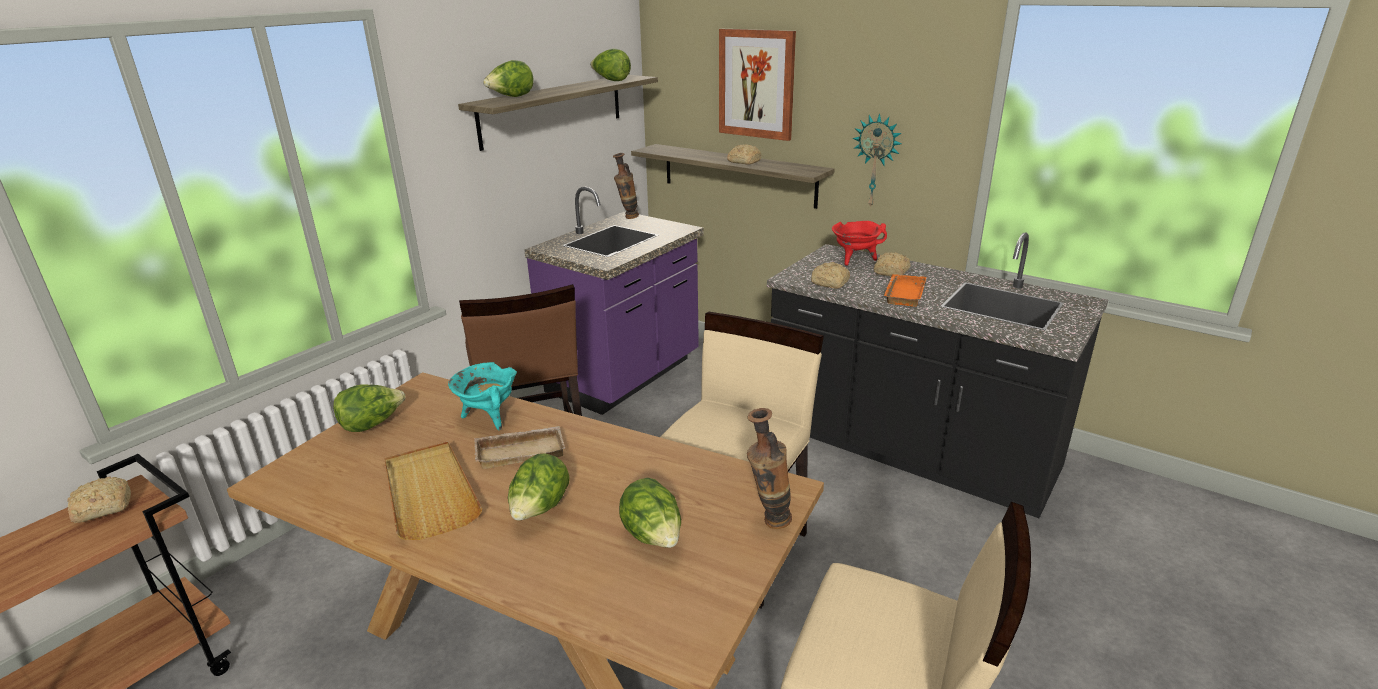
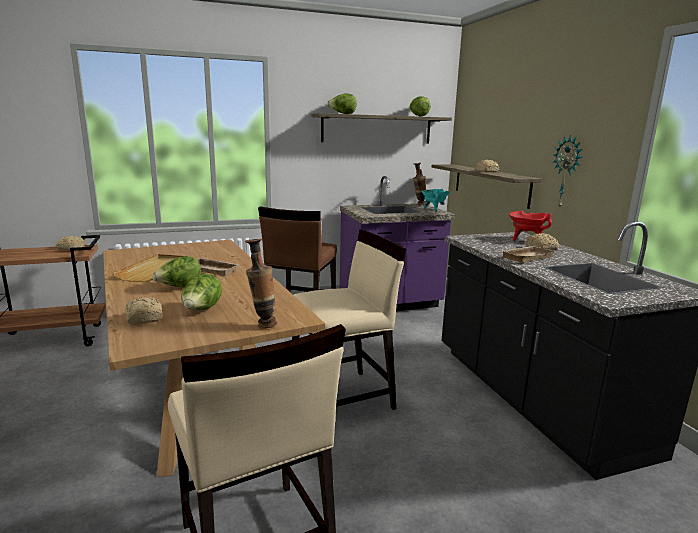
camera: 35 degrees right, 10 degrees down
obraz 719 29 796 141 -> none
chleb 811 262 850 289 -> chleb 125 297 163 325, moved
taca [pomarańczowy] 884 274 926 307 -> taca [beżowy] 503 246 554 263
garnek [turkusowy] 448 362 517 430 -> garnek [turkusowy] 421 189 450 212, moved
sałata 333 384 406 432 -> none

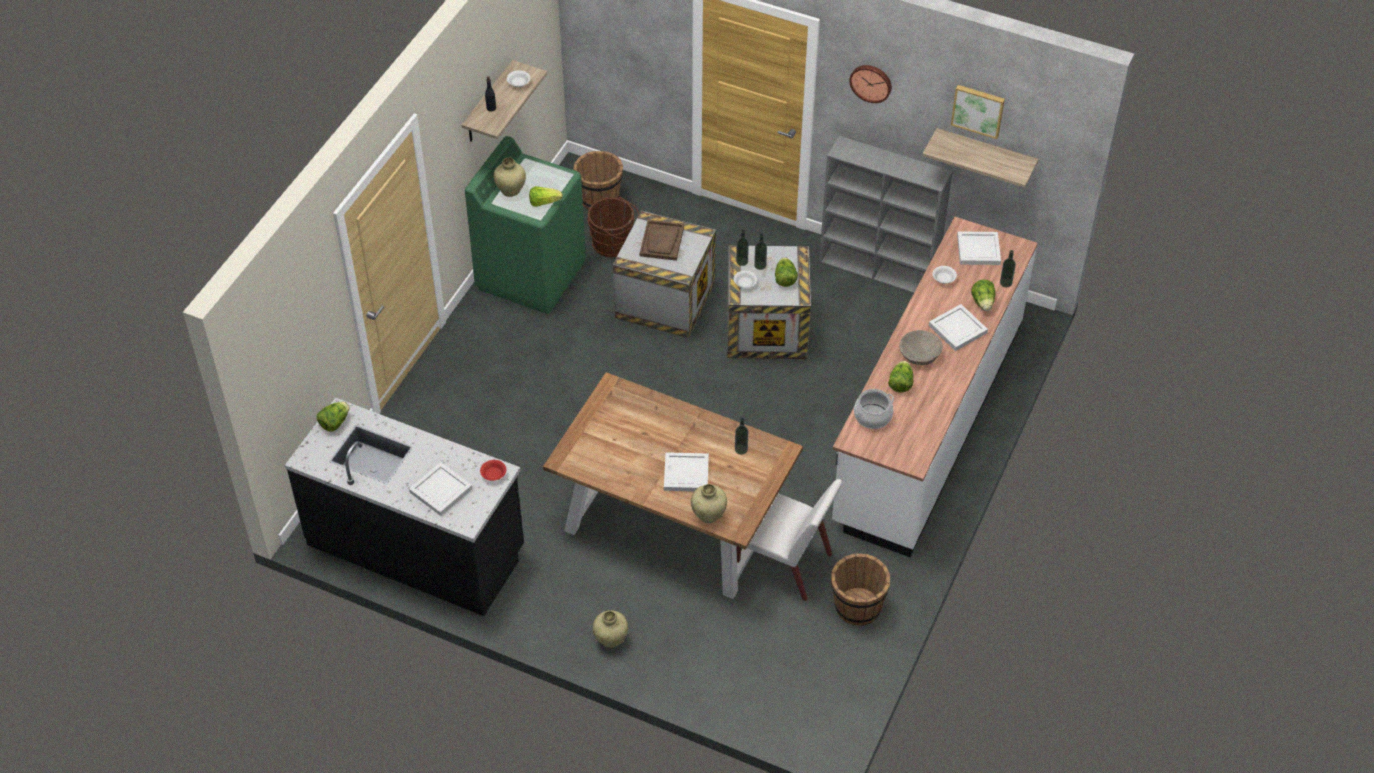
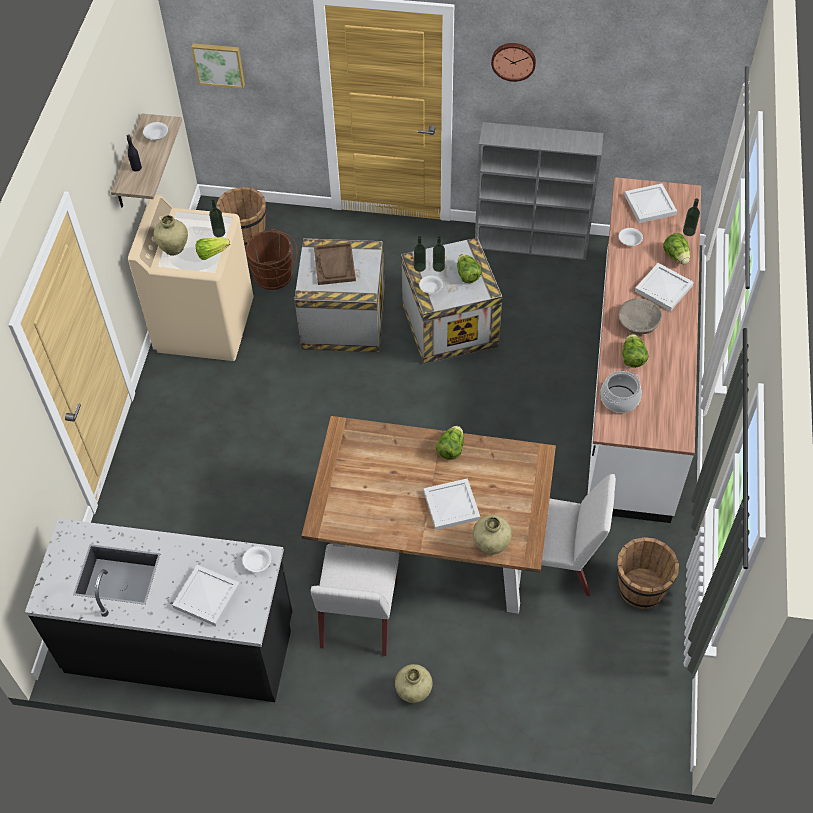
camera: 15 degrees left, 5 degrees up
obraz 951 85 1005 139 -> obraz 191 43 245 88, moved
półka 922 128 1039 188 -> none
pralka [zielony] 465 136 586 314 -> pralka [beżowy] 128 194 253 361
sałata 317 402 350 431 -> sałata 436 426 464 460, moved
butelka 735 418 749 455 -> butelka 209 200 225 237, moved
miska [czerwony] 480 460 506 481 -> miska [biały] 242 546 271 572
none -> krzesło [biały] 311 543 399 656

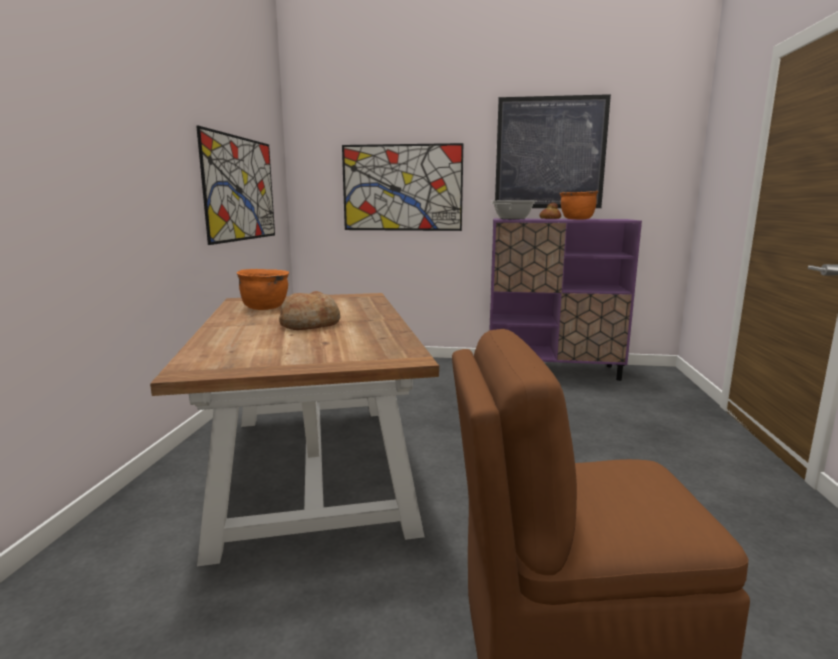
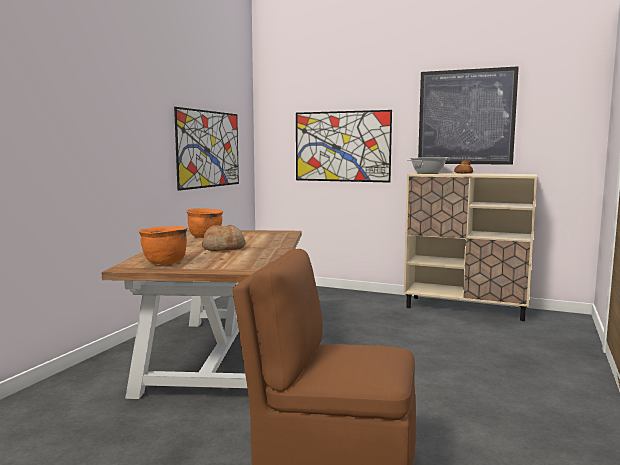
camera: 15 degrees right, 5 degrees down
garnek [pomarańczowy] 560 191 598 219 -> garnek [pomarańczowy] 139 226 187 264, moved
szafka [fioletowy] 489 218 642 381 -> szafka [beżowy] 404 172 537 321

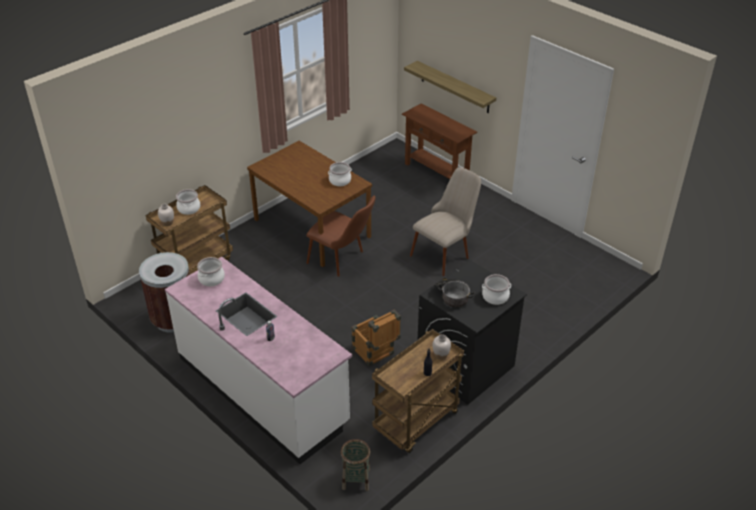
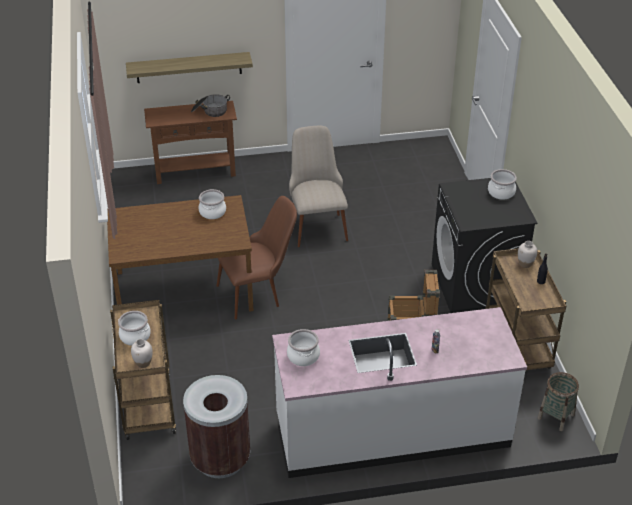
camera: 55 degrees left, 0 degrees up
garnek 434 277 475 307 -> garnek 191 94 230 117, moved

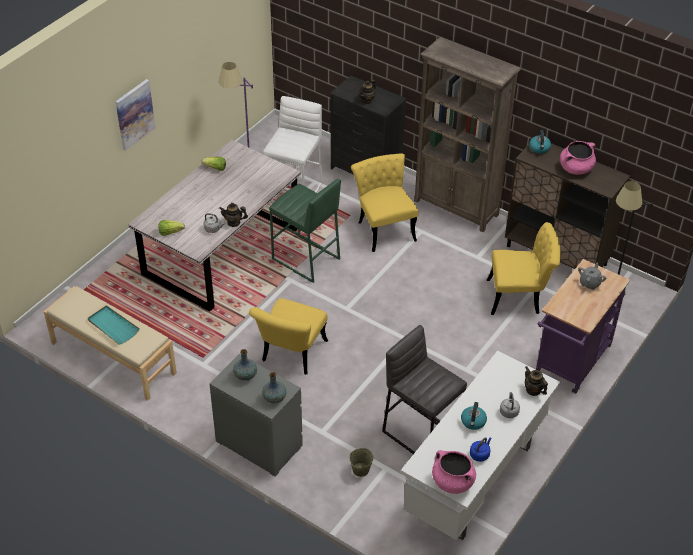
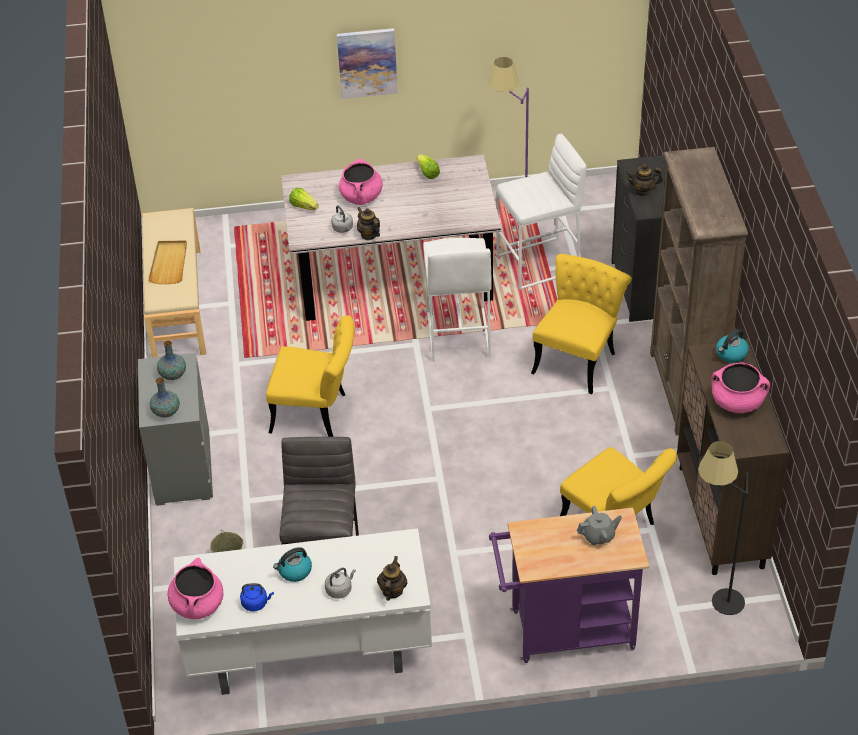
camera: 50 degrees right, 0 degrees up
stołek [zielony] 269 179 341 283 -> stołek [biały] 423 238 492 362
krzesło [żółty] 249 298 328 375 -> krzesło [żółty] 266 315 354 437, 150 degrees counterclockwise
taca [turkusowy] 88 305 140 345 -> taca [beżowy] 148 241 187 284
none -> garnek [różowy] 339 159 383 205

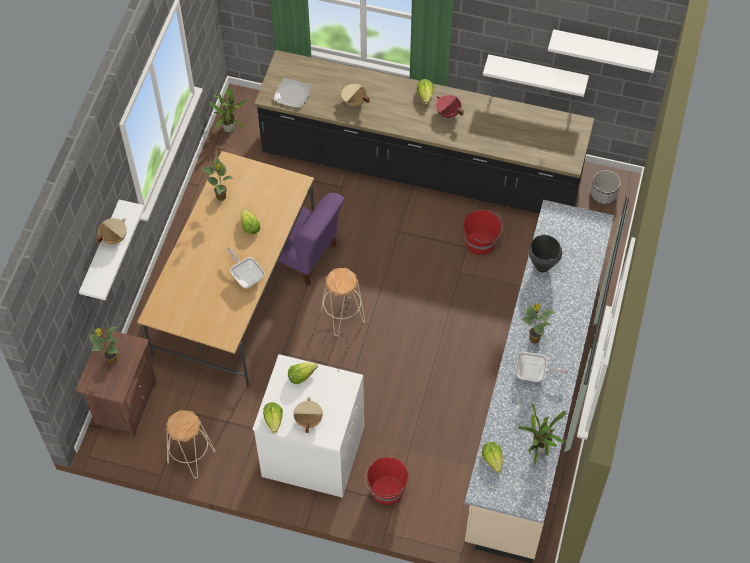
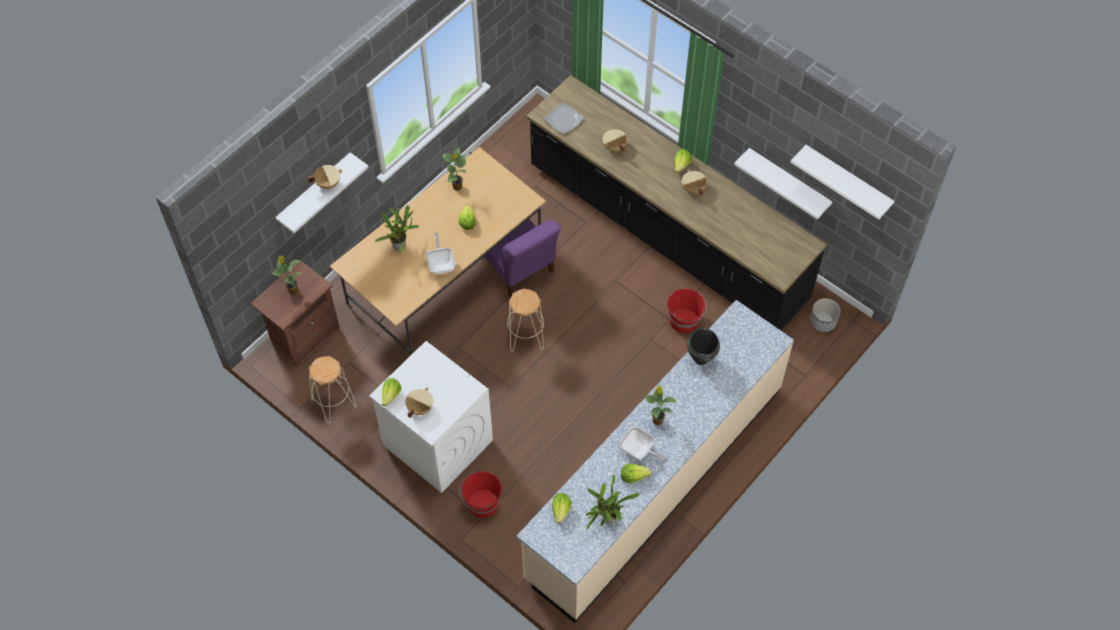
camera: 25 degrees right, 0 degrees up
roślina doniczkowa 209 87 247 132 -> roślina doniczkowa 375 205 419 252, moved
garnek [czerwony] 436 95 464 118 -> garnek [beżowy] 682 169 707 195
sałata 288 362 318 384 -> sałata 621 464 652 483, moved

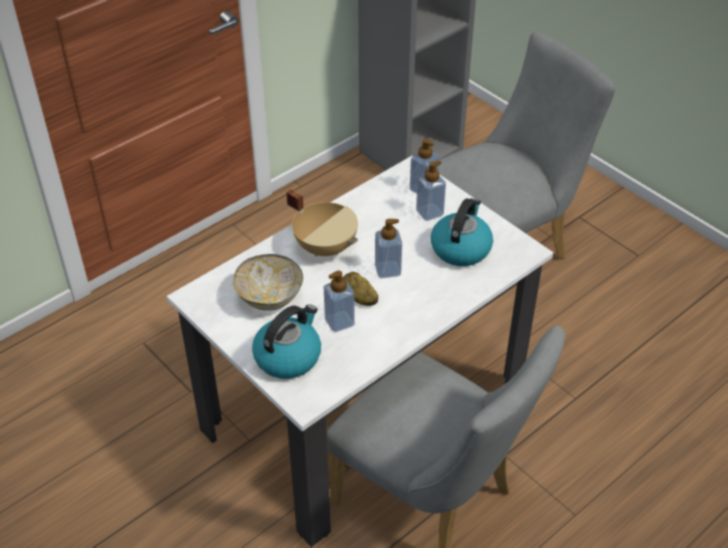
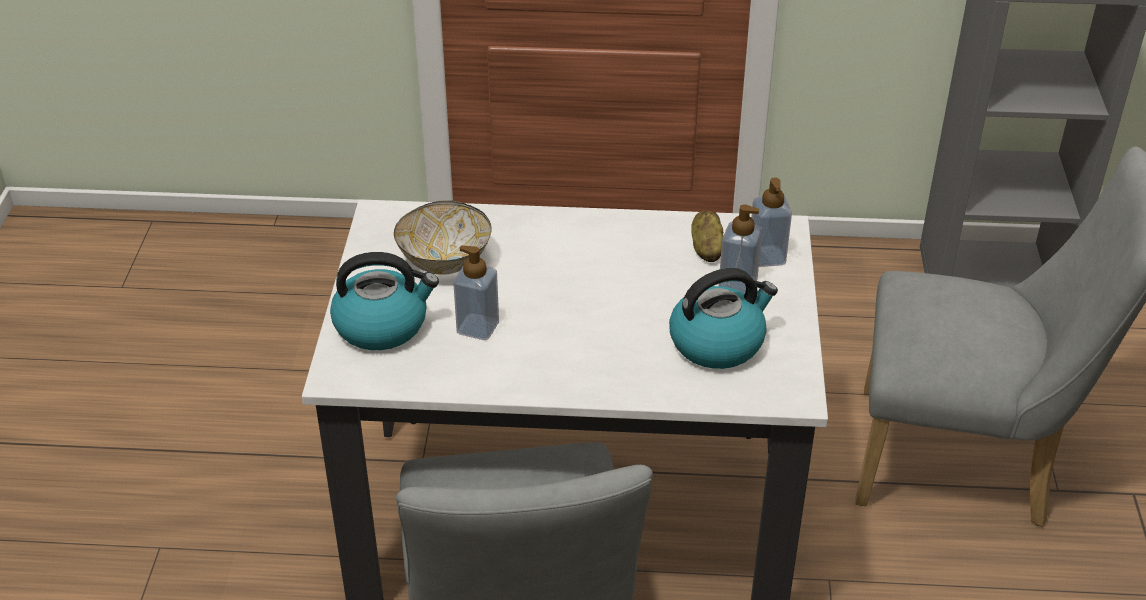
camera: 45 degrees right, 5 degrees down
garnek [beżowy] 287 190 358 256 -> none
dozownik mydła 375 219 402 278 -> none
ziemniak 343 272 378 306 -> ziemniak 691 211 723 262, moved

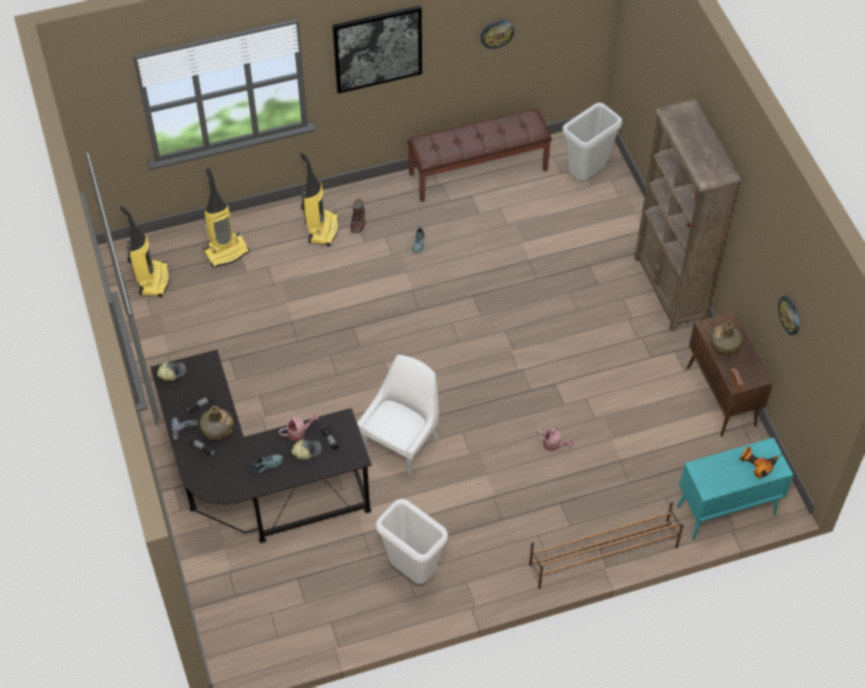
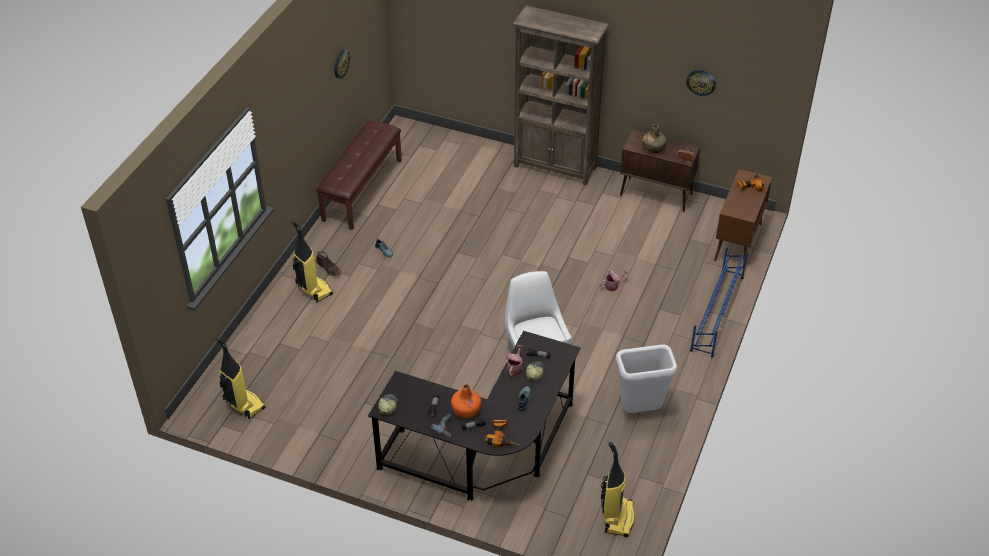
camera: 50 degrees left, 10 degrees down
obraz 332 5 422 94 -> none
kosz na śmieci [szary] 562 103 623 181 -> none
odkurzacz 203 167 250 267 -> odkurzacz 601 442 635 537, moved
butelka [zielony] 200 406 233 441 -> butelka [pomarańczowy] 451 384 481 418
szafka [turkusowy] 677 437 793 540 -> szafka [brązowy] 714 169 772 266
regał na buty [brązowy] 529 502 684 589 -> regał na buty [niebieski] 690 248 748 358
none -> wiertarka 485 420 520 447

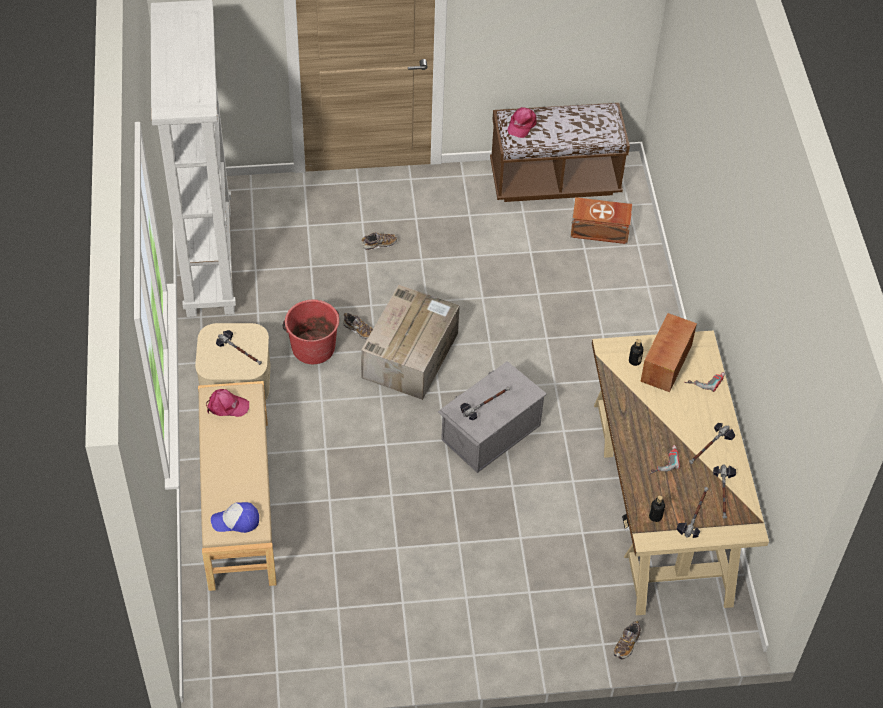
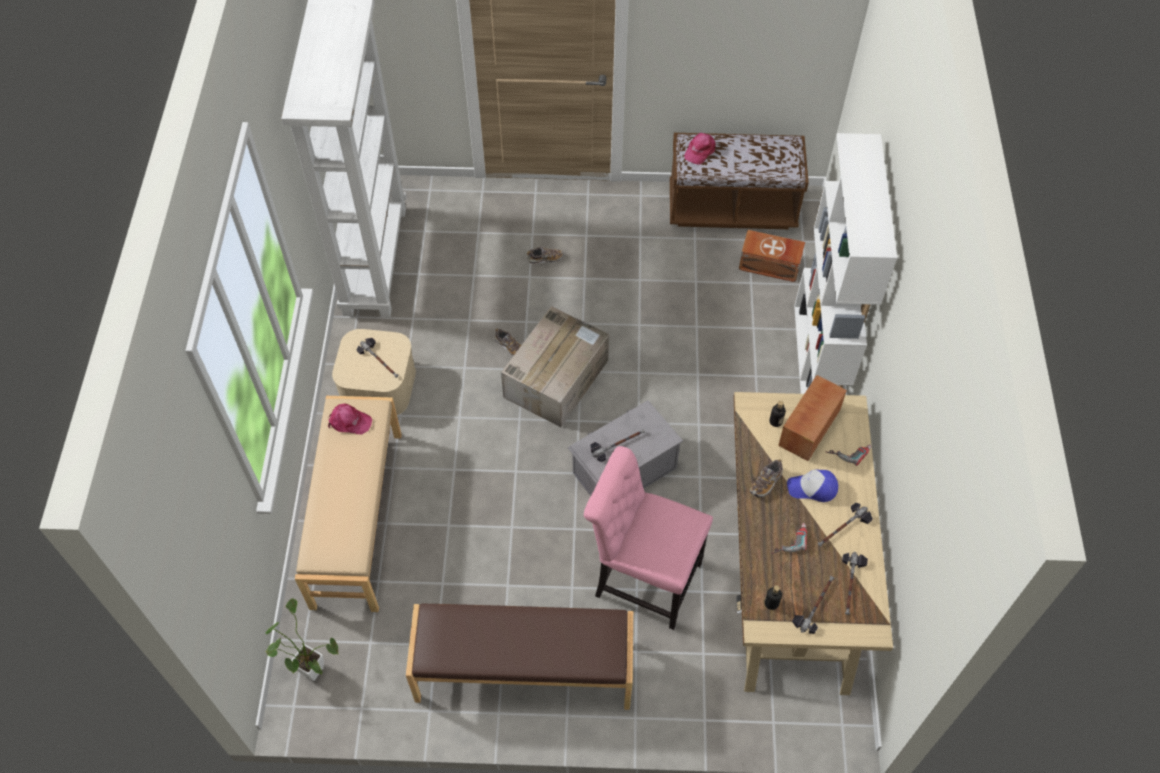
camera: 10 degrees right, 5 degrees up
wiadro [czerwony] 282 300 339 364 -> none
czapka z daszkiem 211 502 259 533 -> czapka z daszkiem 787 469 838 502, moved
but 613 621 641 659 -> but 750 459 783 498, moved
none -> regał [biały] 794 133 897 394
none -> krzesło [różowy] 584 446 713 630
none -> roślina doniczkowa 266 598 339 681
none -> ławka [brązowy] 406 604 633 710

